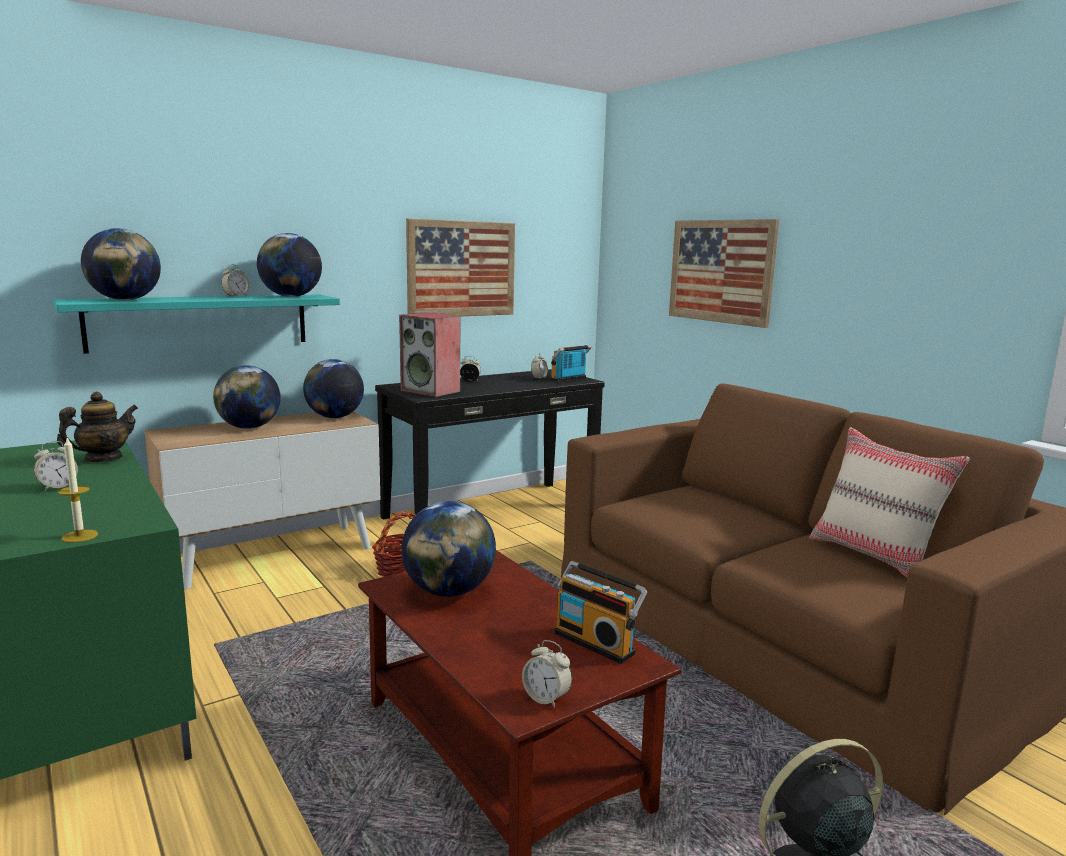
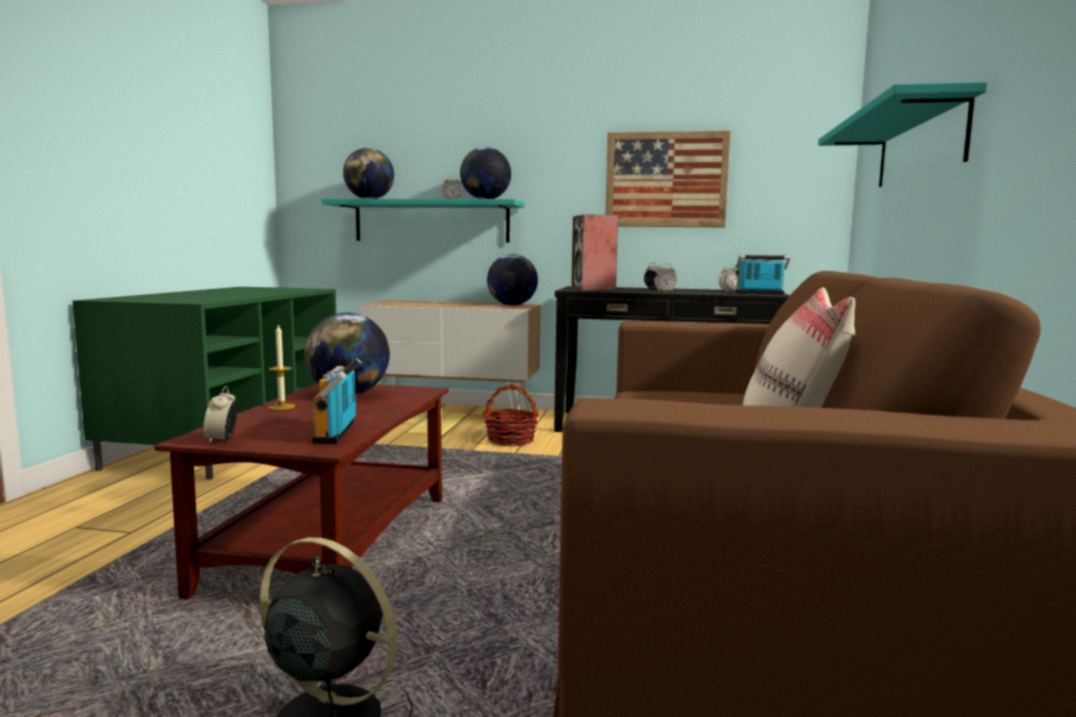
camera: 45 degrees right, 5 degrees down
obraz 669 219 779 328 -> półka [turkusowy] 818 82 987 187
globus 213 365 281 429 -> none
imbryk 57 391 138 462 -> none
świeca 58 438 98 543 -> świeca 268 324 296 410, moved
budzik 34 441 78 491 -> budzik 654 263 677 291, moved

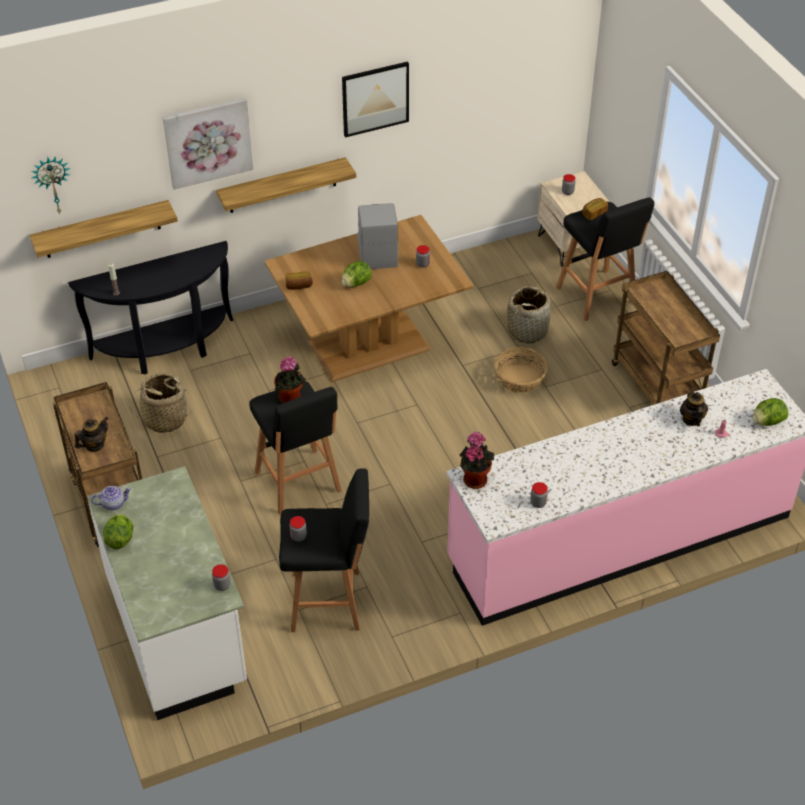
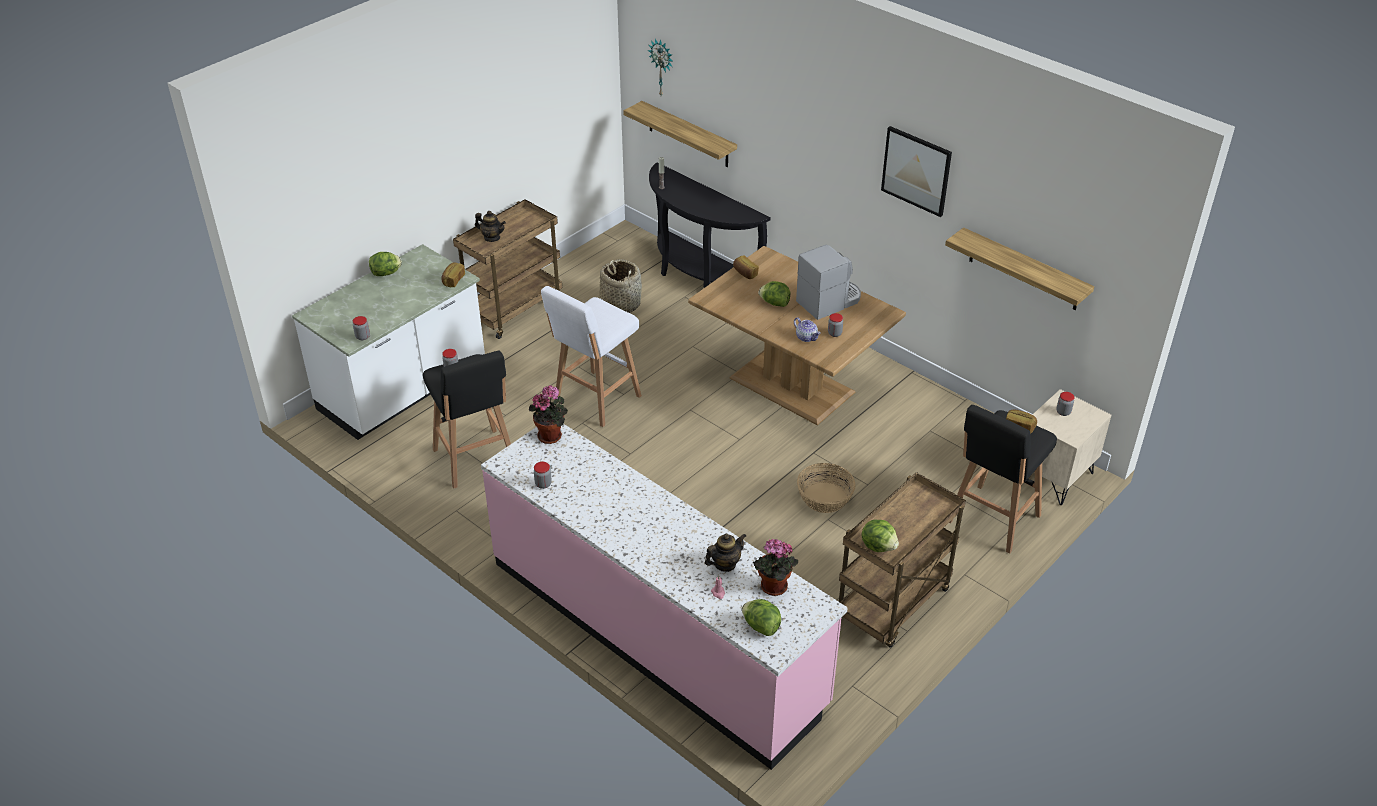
camera: 65 degrees right, 5 degrees down
obraz 163 98 253 190 -> none
półka 216 157 356 213 -> półka 945 227 1094 310, moved
koszyk 507 286 550 343 -> none
roślina doniczkowa 274 356 305 403 -> roślina doniczkowa 753 539 798 596, moved
stołek [czarny] 249 381 342 515 -> stołek [biały] 541 286 642 427
imbryk 91 486 131 510 -> imbryk 794 317 821 342, moved
none -> chleb 441 262 465 287
none -> sałata 861 520 899 552

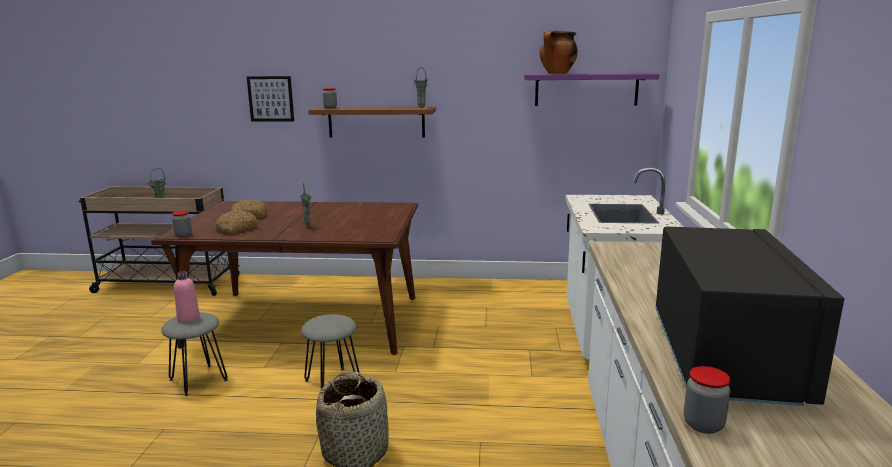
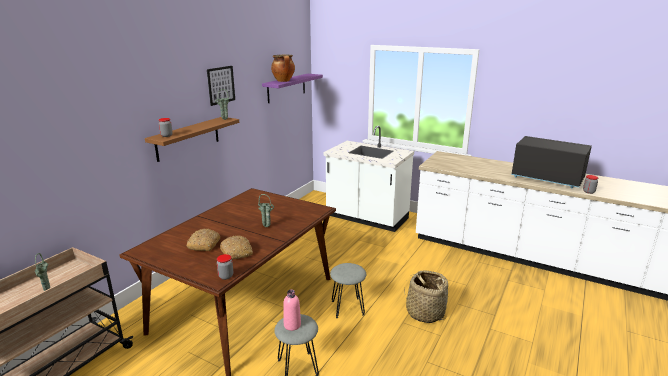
camera: 65 degrees left, 5 degrees up
obraz 247 76 294 122 -> obraz 207 66 235 106, moved

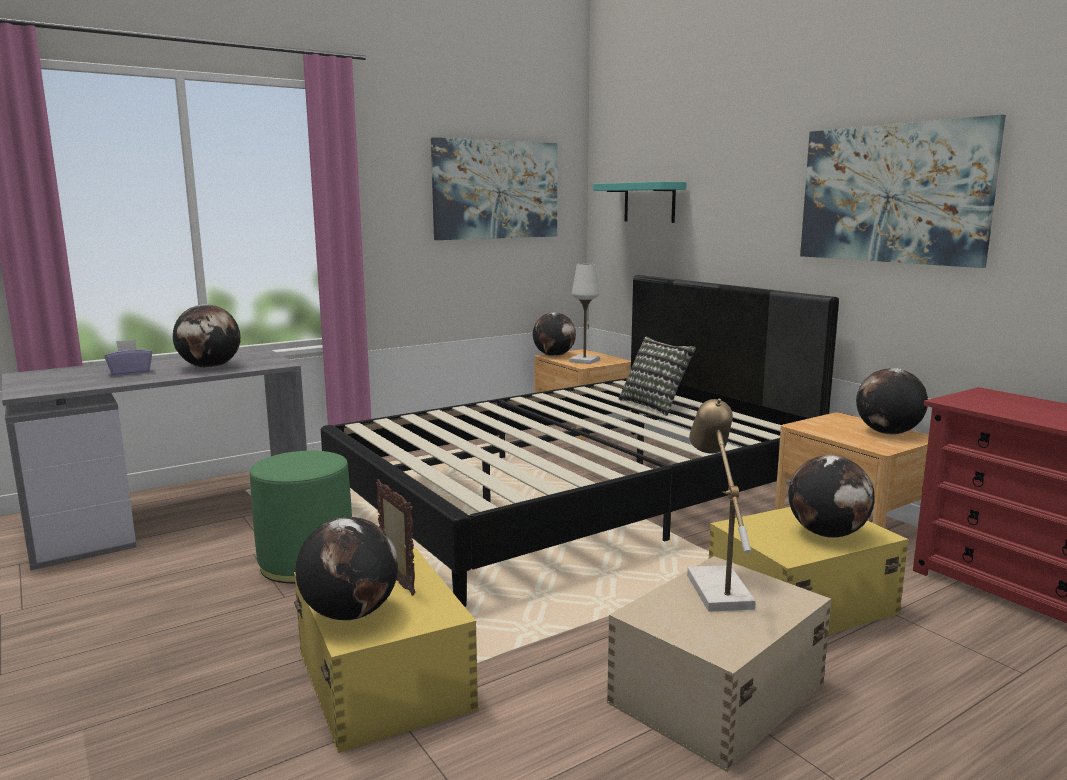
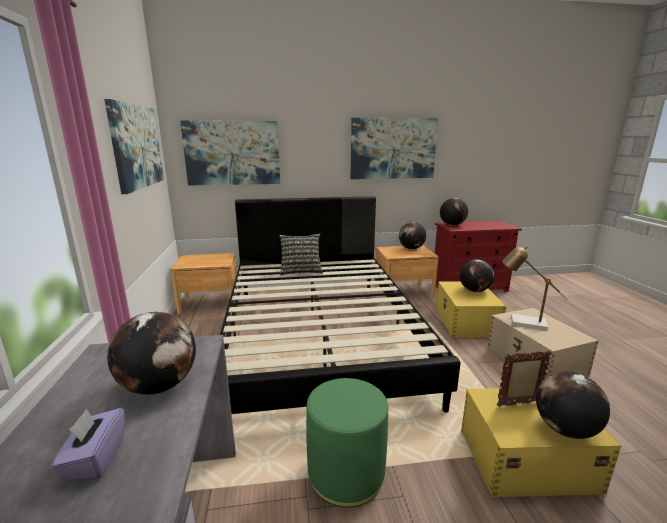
camera: 65 degrees left, 5 degrees up
półka [turkusowy] 593 181 687 223 -> obraz 180 120 280 185
lampa stołowa [biały] 569 264 600 364 -> none
globus 533 312 576 356 -> globus 440 198 468 226, moved

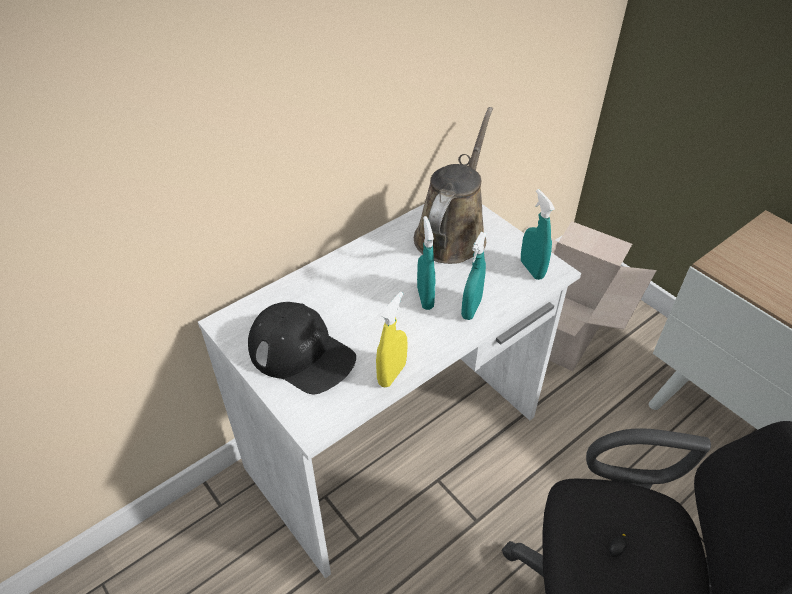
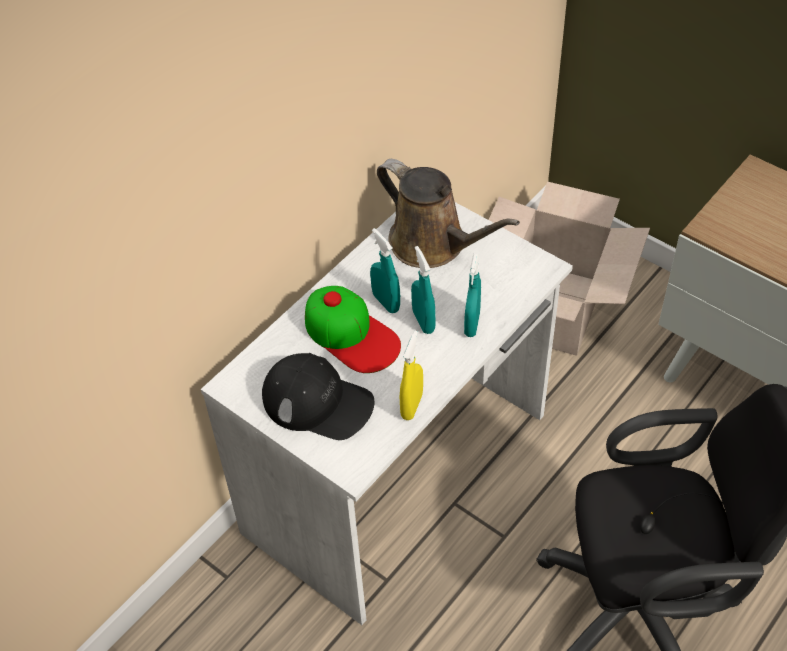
camera: 10 degrees left, 5 degrees up
konewka [brązowy] 414 107 493 264 -> konewka [brązowy] 377 159 520 268, 120 degrees clockwise
spryskiwacz [turkusowy] 521 189 555 280 -> spryskiwacz [turkusowy] 370 228 400 313, moved
none -> czapka z daszkiem 305 286 401 373

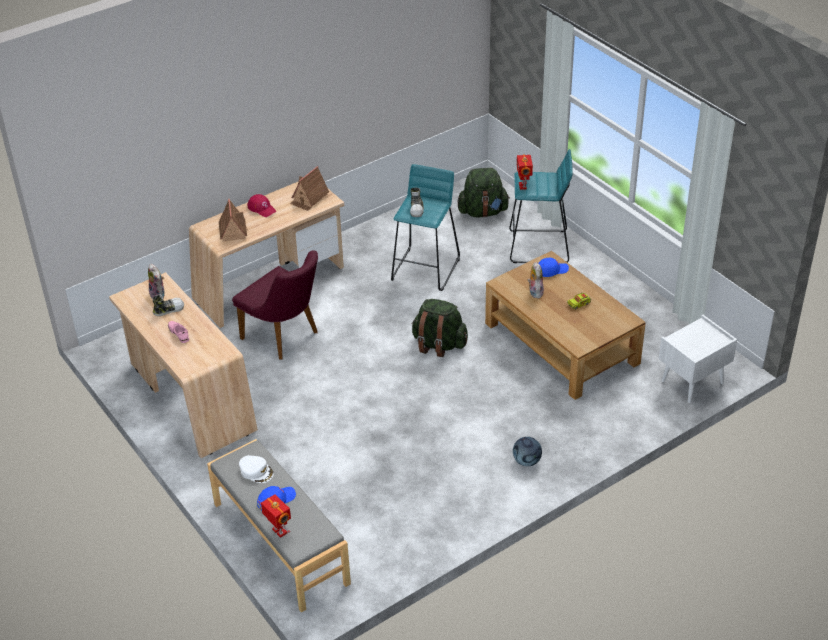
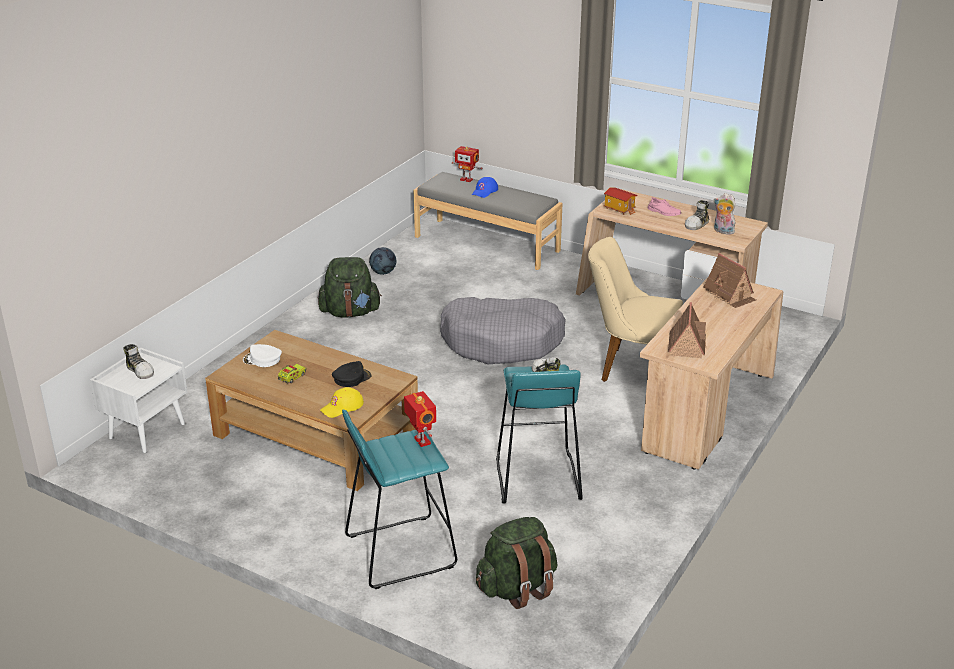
camera: 155 degrees right, 10 degrees down
czapka z daszkiem [czerwony] 247 194 276 217 -> none
krzesło [fioletowy] 232 250 318 360 -> krzesło [beżowy] 588 237 683 382
czapka z daszkiem [niebieski] 539 258 569 277 -> czapka z daszkiem [żółty] 320 387 364 418
pluszak 527 262 544 298 -> czapka z daszkiem [czarny] 332 361 371 387
plecak [zielony] 411 299 468 357 -> plecak [zielony] 318 257 382 318, moved
piłka futbolowa 513 437 542 466 -> piłka futbolowa 369 247 396 275, moved
czapka z daszkiem [biały] 239 455 274 483 -> czapka z daszkiem [biały] 243 344 282 367, moved
none -> domek 603 188 637 215
none -> legowisko [szary] 440 297 566 364
none -> but 123 344 154 379

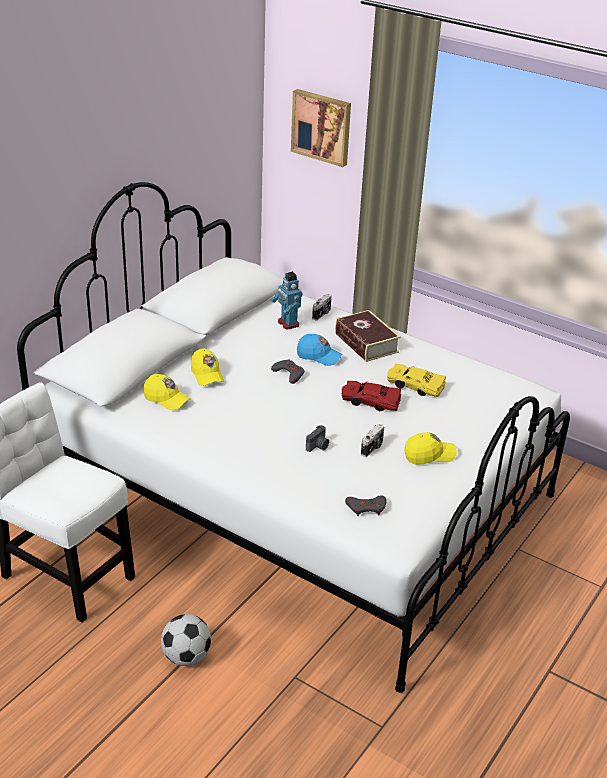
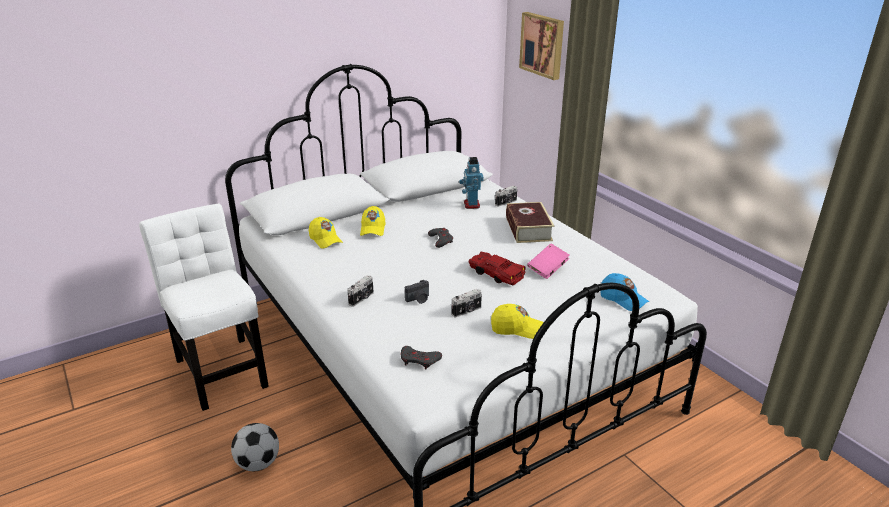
camera: 25 degrees right, 5 degrees down
czapka z daszkiem [niebieski] 297 334 343 366 -> czapka z daszkiem [niebieski] 600 273 649 311, moved
samochodzik [żółty] 387 364 446 397 -> książka [różowy] 527 244 570 279
none -> aparat fotograficzny 348 275 374 307

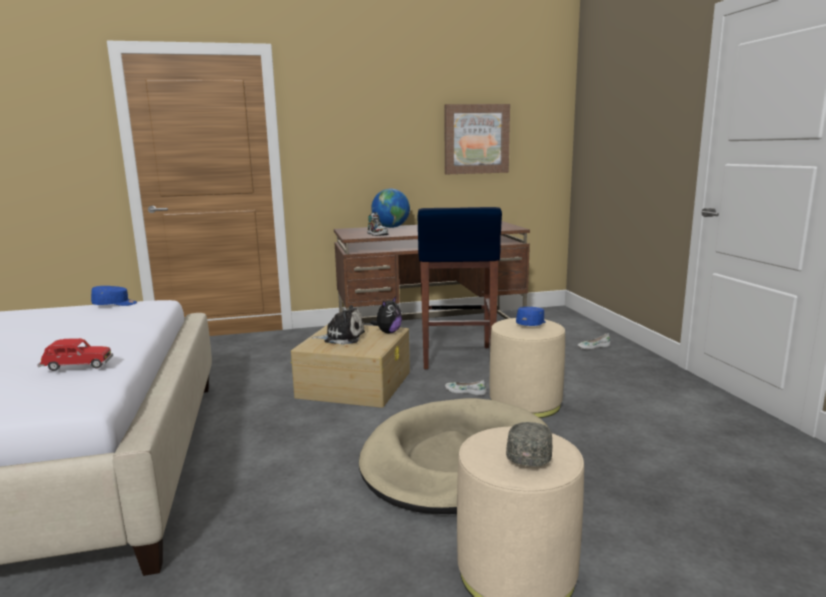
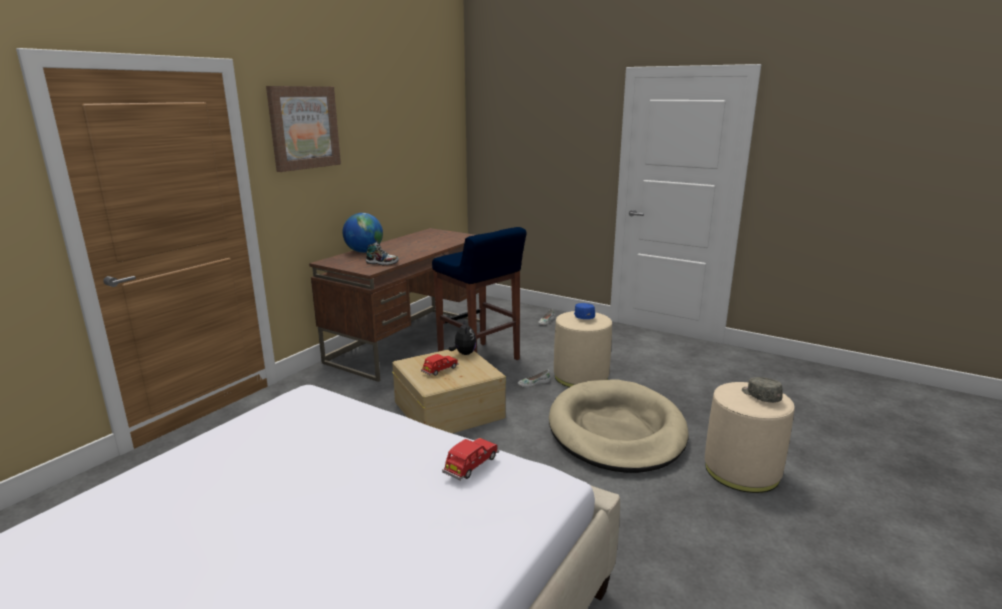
camera: 45 degrees left, 5 degrees up
obraz 444 104 510 174 -> obraz 266 86 341 172, moved
czapka z daszkiem [niebieski] 91 286 137 306 -> none
pluszak 312 305 365 345 -> samochodzik [czerwony] 421 354 459 376

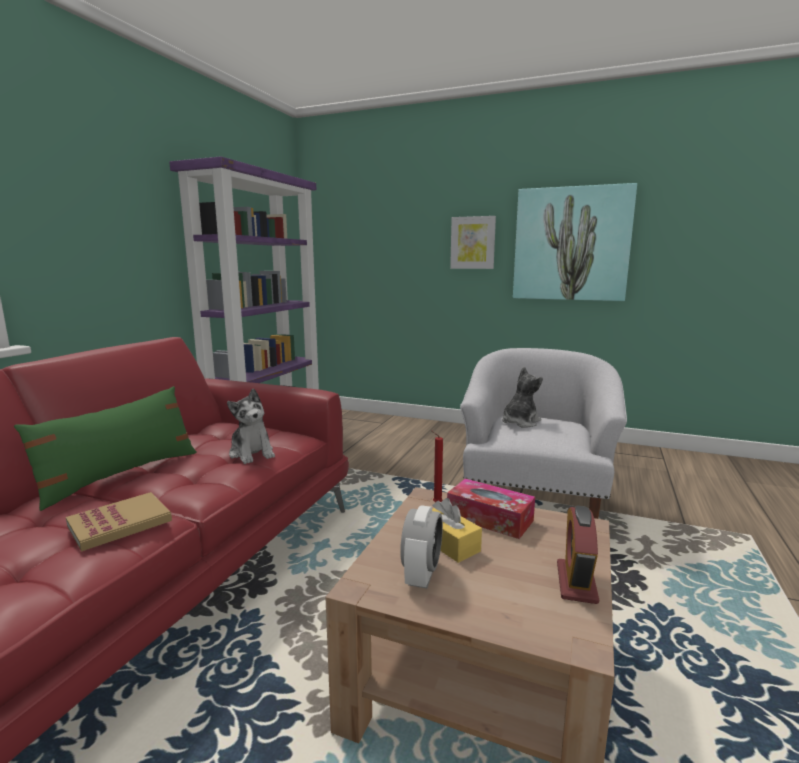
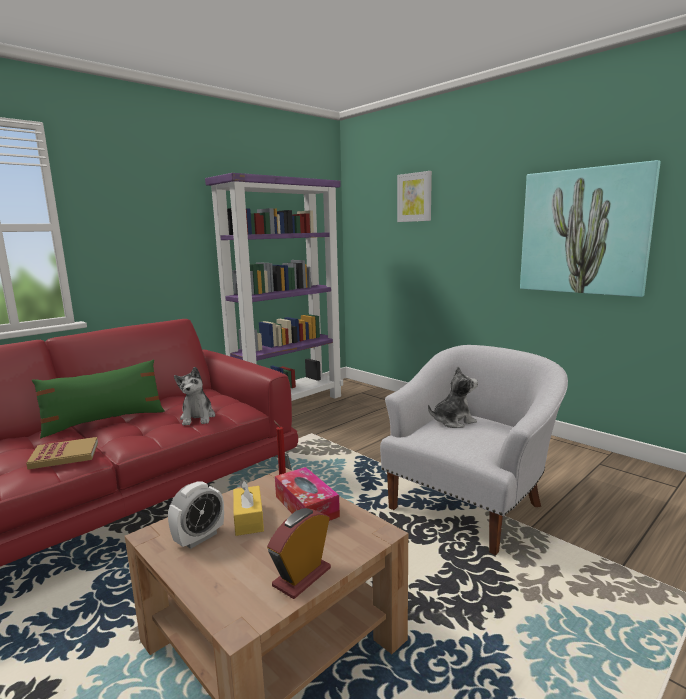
camera: 25 degrees right, 0 degrees up
obraz 450 216 496 269 -> obraz 397 171 432 222, moved

